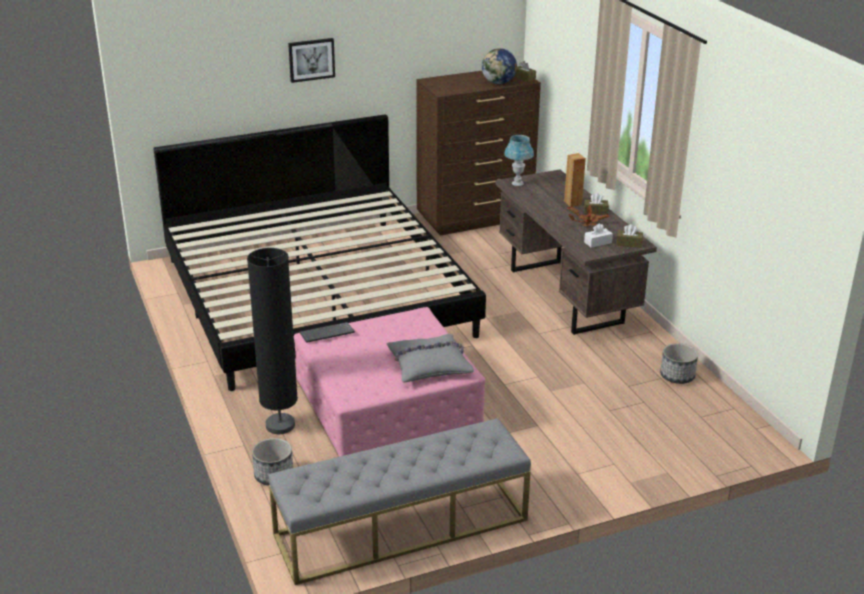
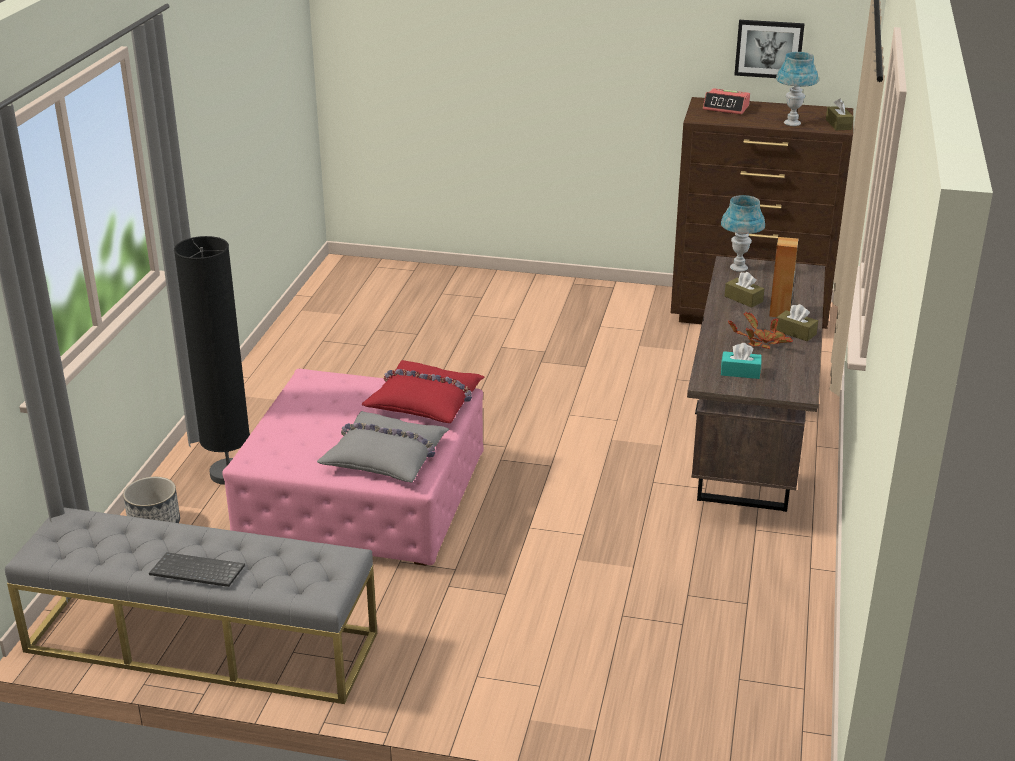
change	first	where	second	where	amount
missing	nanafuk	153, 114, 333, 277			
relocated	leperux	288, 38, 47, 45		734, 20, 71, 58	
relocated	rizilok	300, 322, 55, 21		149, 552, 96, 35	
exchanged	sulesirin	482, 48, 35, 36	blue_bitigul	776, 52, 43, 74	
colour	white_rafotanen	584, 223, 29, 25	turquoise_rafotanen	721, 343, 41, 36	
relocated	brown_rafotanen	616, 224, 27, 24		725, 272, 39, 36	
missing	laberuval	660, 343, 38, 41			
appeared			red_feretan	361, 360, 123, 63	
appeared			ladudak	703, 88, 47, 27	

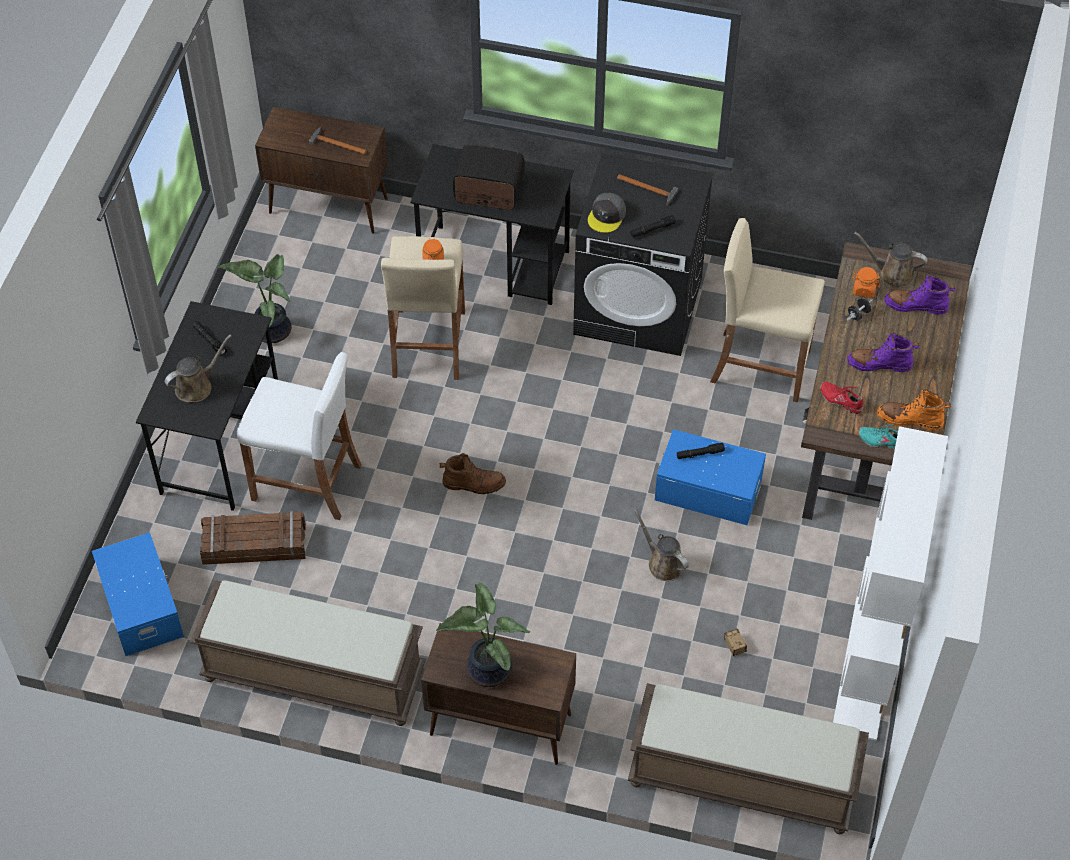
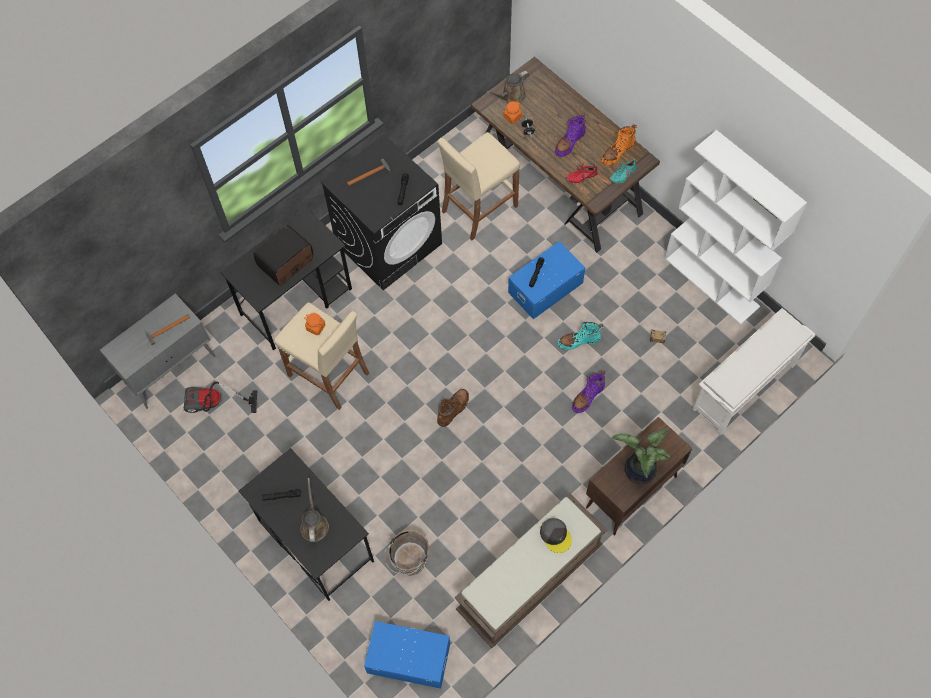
change	first	where	second	where	amount
exchanged	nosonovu	200, 511, 106, 54	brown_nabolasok	385, 530, 44, 45	
missing	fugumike	218, 254, 74, 89			
missing	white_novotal	236, 352, 126, 168			
colour	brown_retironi	255, 107, 133, 127	grey_retironi	100, 293, 115, 116	
relocated	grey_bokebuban	588, 193, 38, 40		540, 518, 32, 35	
exchanged	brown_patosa	628, 683, 241, 151	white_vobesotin	693, 308, 123, 127	
exchanged	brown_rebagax	633, 508, 56, 73	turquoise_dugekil	558, 322, 46, 28	
relocated	purple_dugekil	884, 274, 71, 41		572, 370, 34, 43	
appeared			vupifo	184, 381, 74, 32	

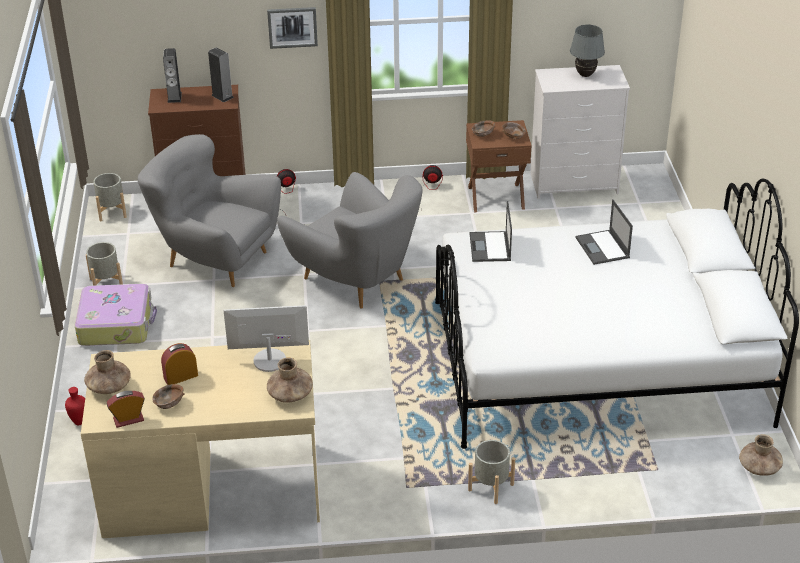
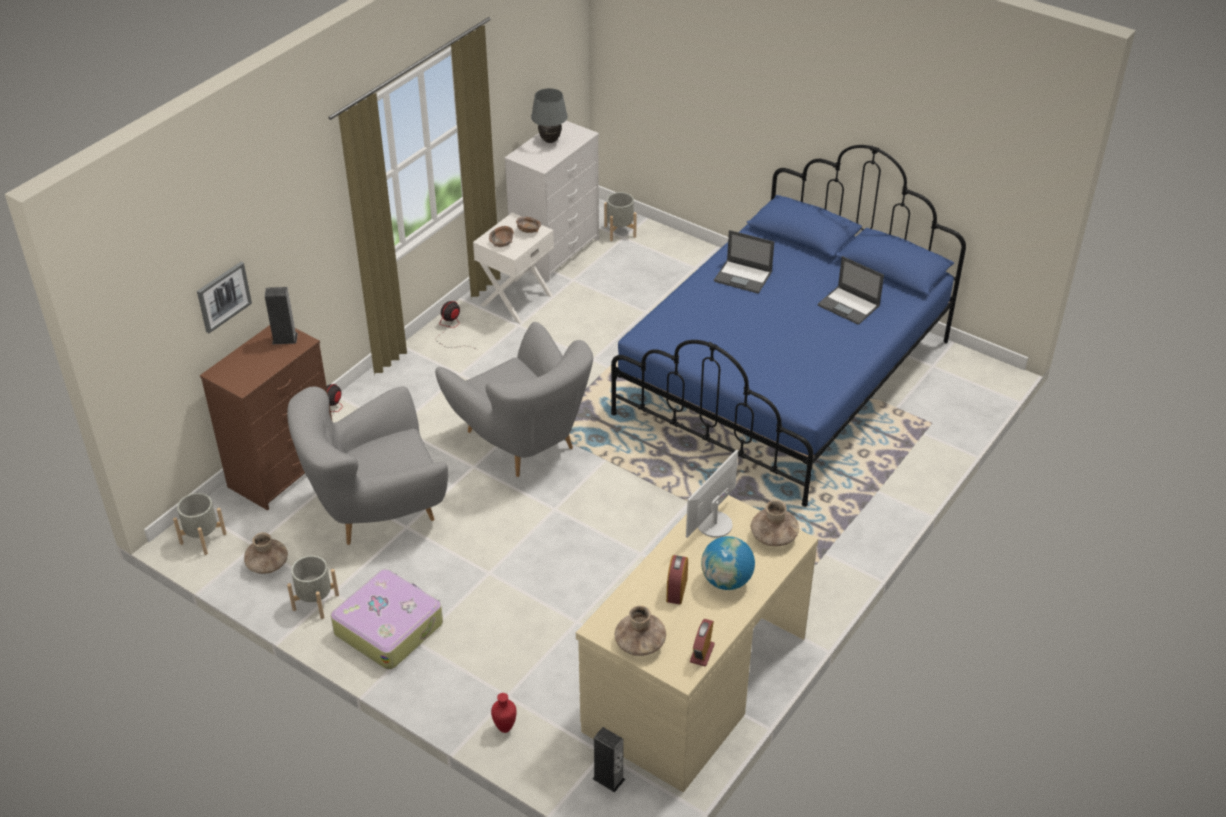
change	first	where	second	where	amount
missing	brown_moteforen	152, 384, 32, 25			
relocated	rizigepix	163, 48, 19, 55		592, 727, 33, 65	
relocated	leperux	267, 7, 51, 42		197, 262, 55, 71	
spun	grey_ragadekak	277, 172, 146, 137		435, 322, 158, 155	60 degrees clockwise
colour	white_nanafuk	435, 179, 364, 270	blue_nanafuk	611, 145, 355, 362	
colour	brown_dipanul	466, 120, 66, 93	white_dipanul	473, 213, 81, 110	
relocated	grey_laberuval	468, 440, 47, 64		604, 192, 33, 49	
relocated	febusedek	470, 201, 42, 61		818, 256, 66, 69	
relocated	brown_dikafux	739, 434, 44, 42		244, 532, 44, 42	
appeared			sulesirin	701, 536, 54, 54	

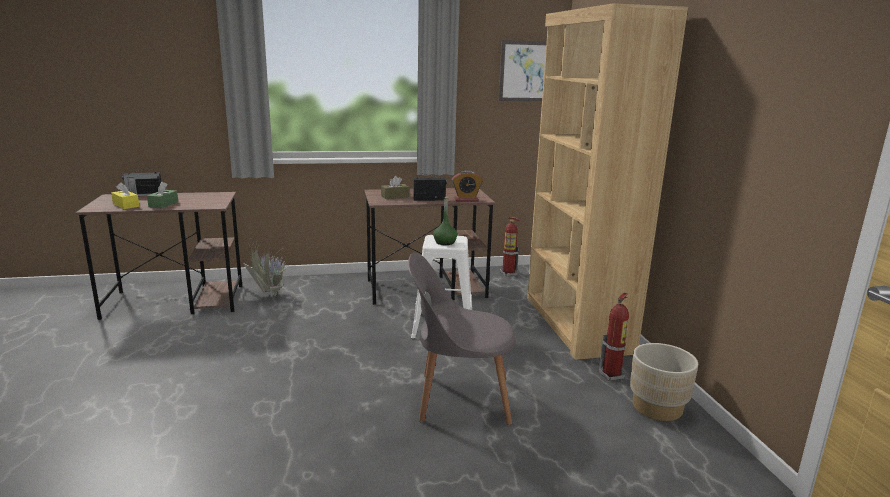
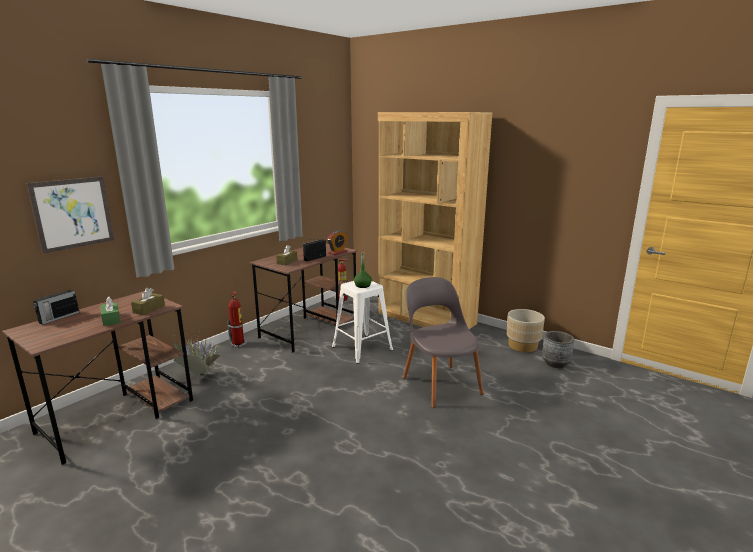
change	first	where	second	where	amount
missing	yellow_rafotanen	111, 182, 28, 27			
spun	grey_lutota	408, 252, 108, 173		403, 277, 81, 131	105 degrees clockwise
relocated	leperux	498, 40, 49, 61		26, 176, 88, 78	
relocated	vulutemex	599, 293, 30, 88		227, 291, 20, 57	
appeared			brown_rafotanen	131, 288, 34, 27	
appeared			grey_laberuval	542, 331, 32, 37	

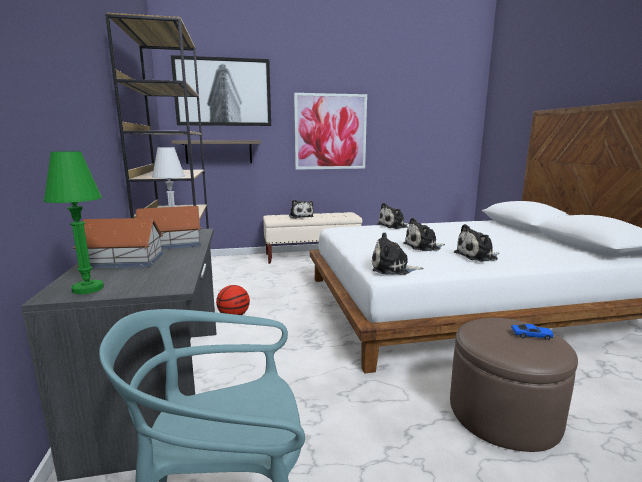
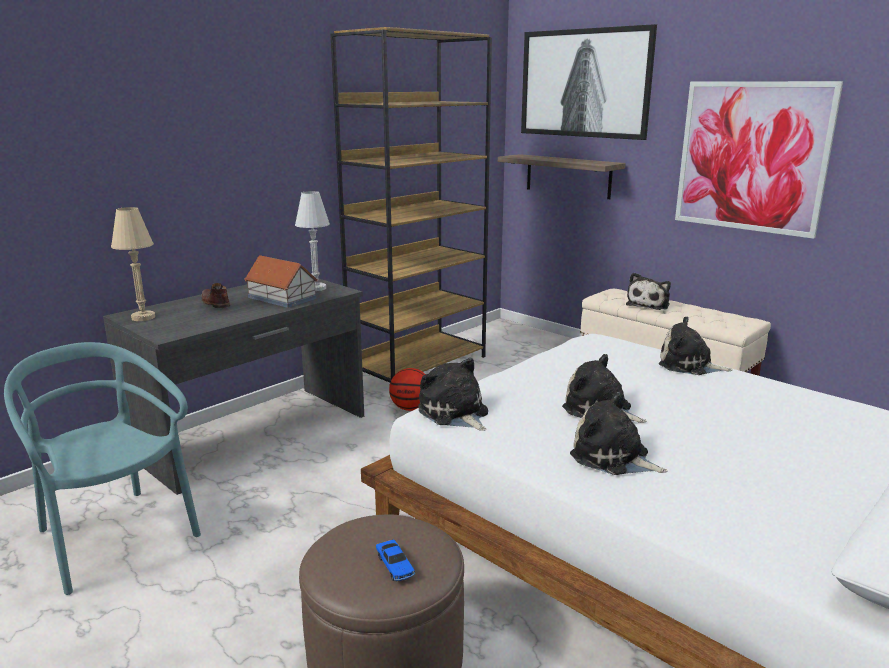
change	first	where	second	where	amount
colour	green_bitigul	43, 151, 61, 143	beige_bitigul	111, 207, 44, 114	
exchanged	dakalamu	73, 218, 90, 51	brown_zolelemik	201, 283, 29, 25	

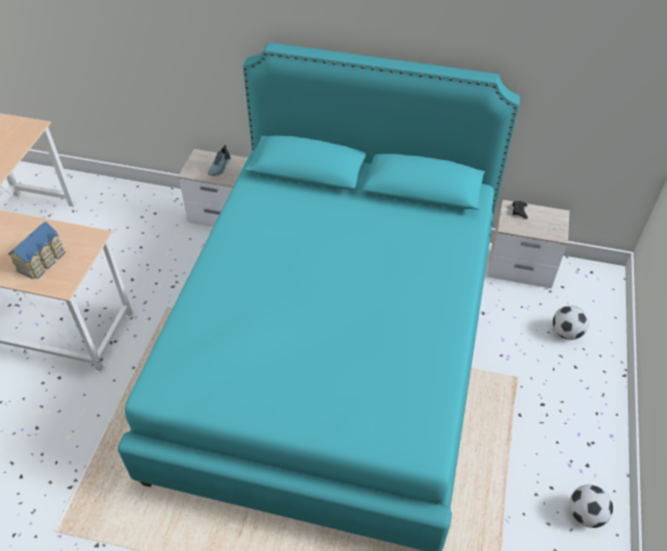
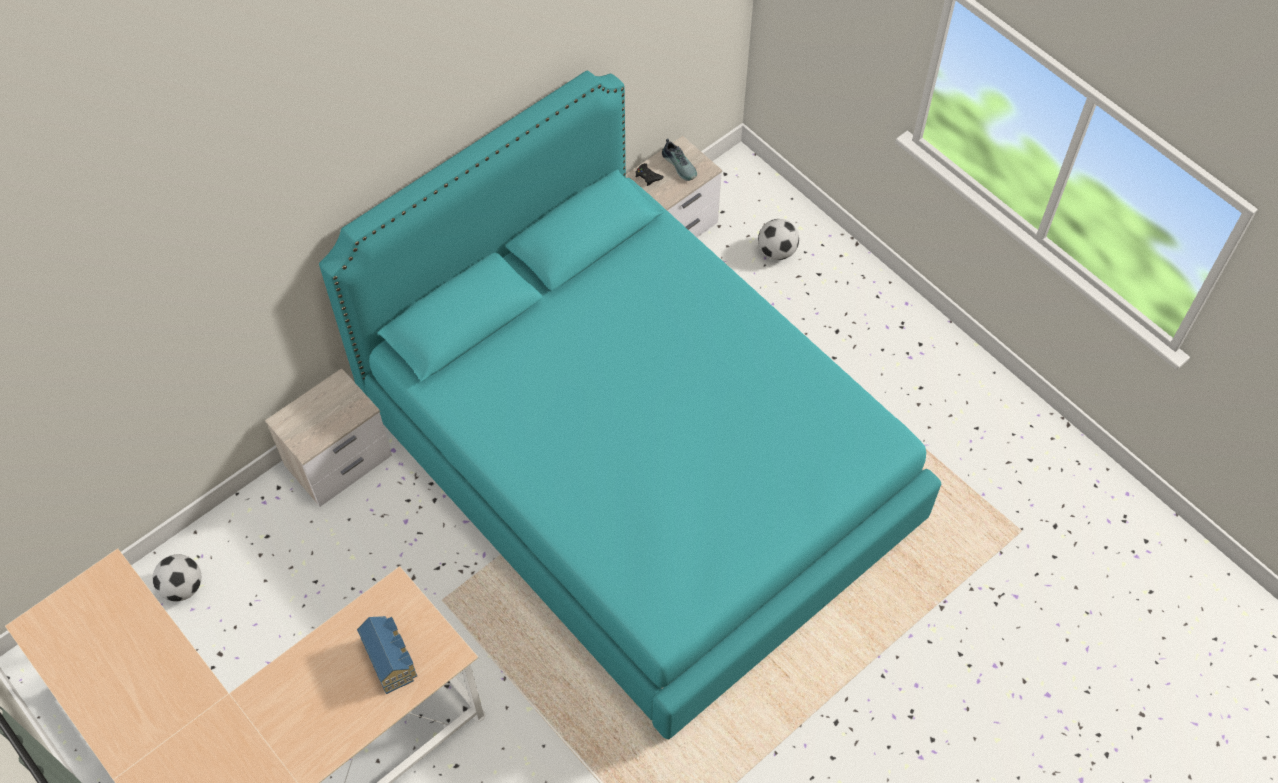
change	first	where	second	where	amount
relocated	zolelemik	208, 145, 22, 31		662, 139, 35, 42	
relocated	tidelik	569, 485, 44, 43		153, 554, 48, 47	

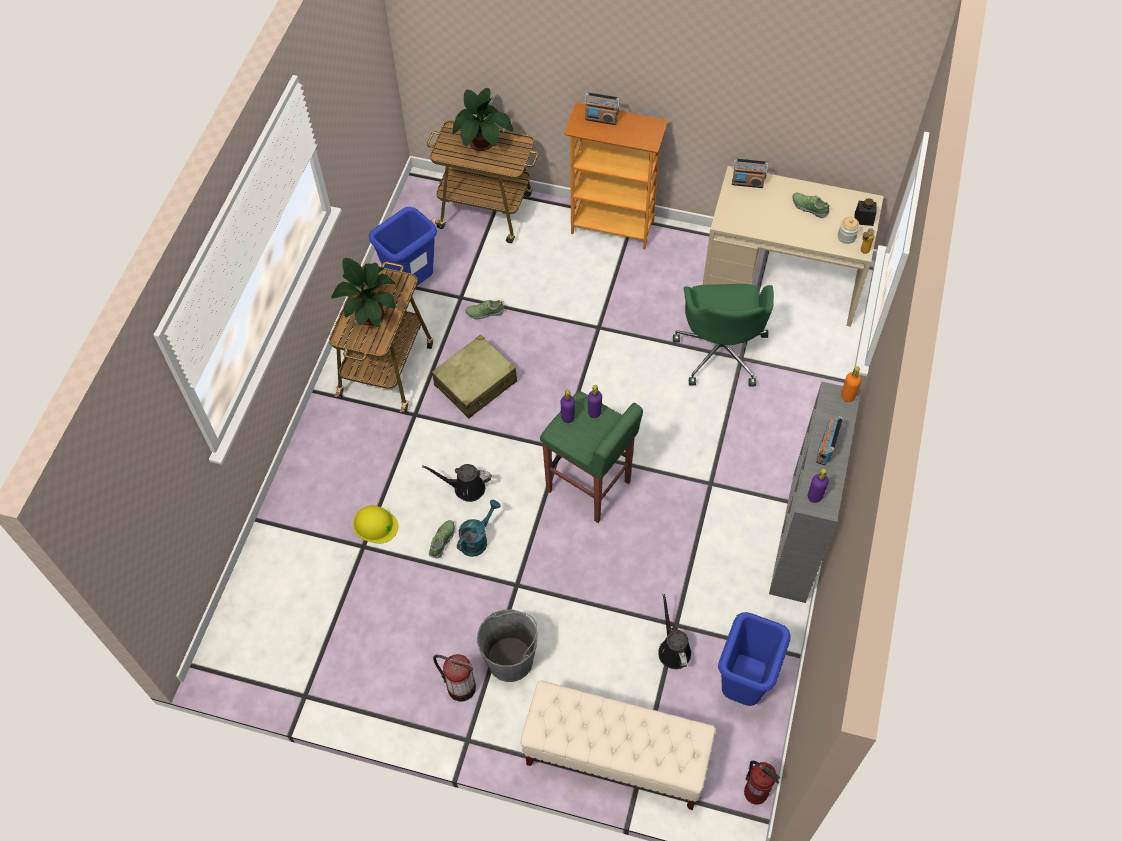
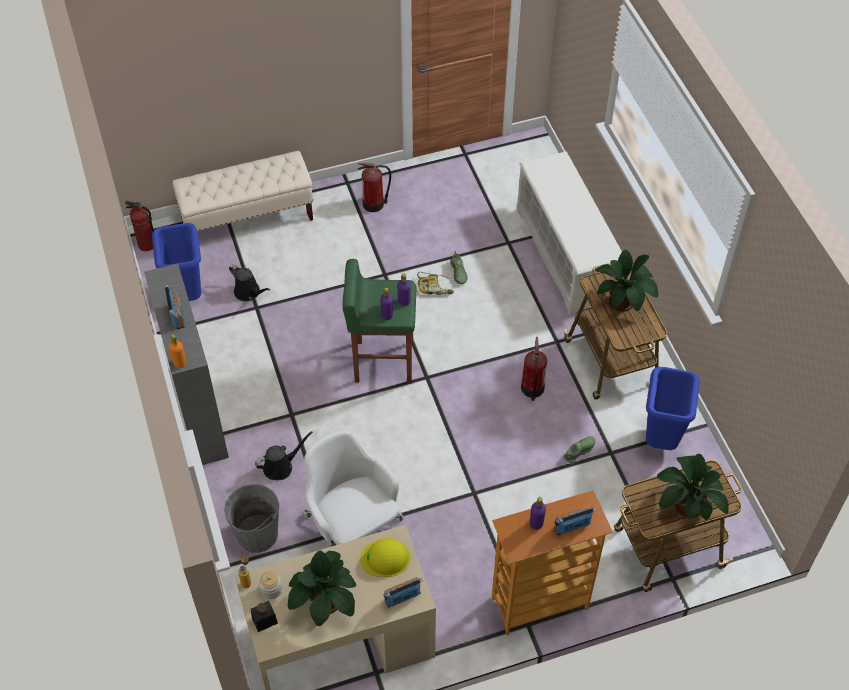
change	first	where	second	where	amount
relocated	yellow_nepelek	353, 505, 45, 39		360, 538, 50, 39	
relocated	black_rebagax	422, 464, 70, 38		255, 431, 58, 49	
exchanged	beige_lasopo	432, 335, 85, 84	vulutemex	521, 337, 26, 64	
exchanged	turquoise_rebagax	457, 500, 44, 57	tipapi	417, 272, 37, 23	
relocated	grey_nabolasok	477, 609, 61, 73		224, 484, 55, 69	
colour	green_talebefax	673, 284, 101, 103	white_talebefax	302, 431, 102, 116	
exchanged	zolelemik	793, 193, 37, 25	fugumike	288, 551, 68, 75	
relocated	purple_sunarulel	808, 469, 21, 34		530, 497, 16, 33	
appeared			white_vobesotin	517, 151, 105, 165	

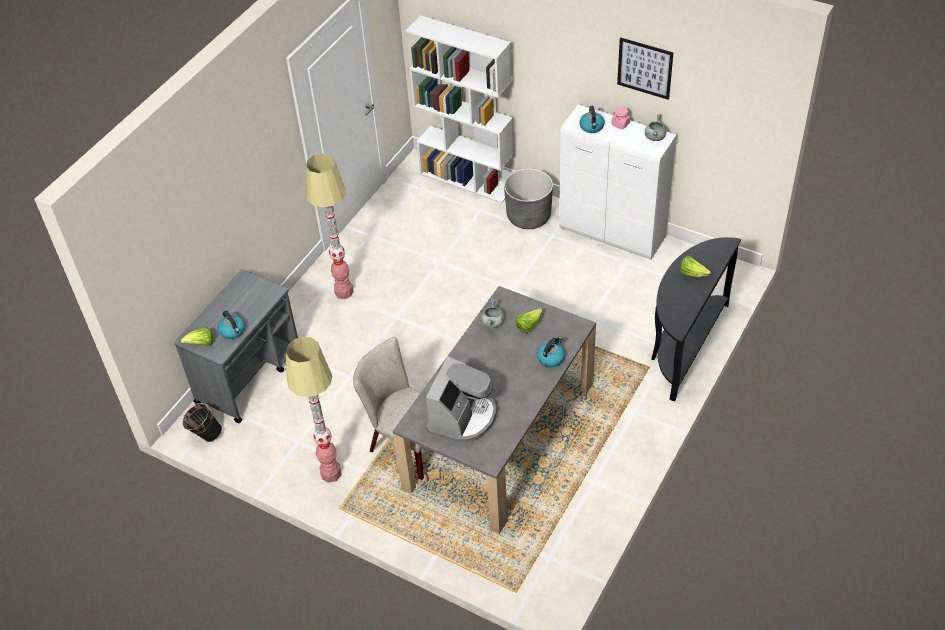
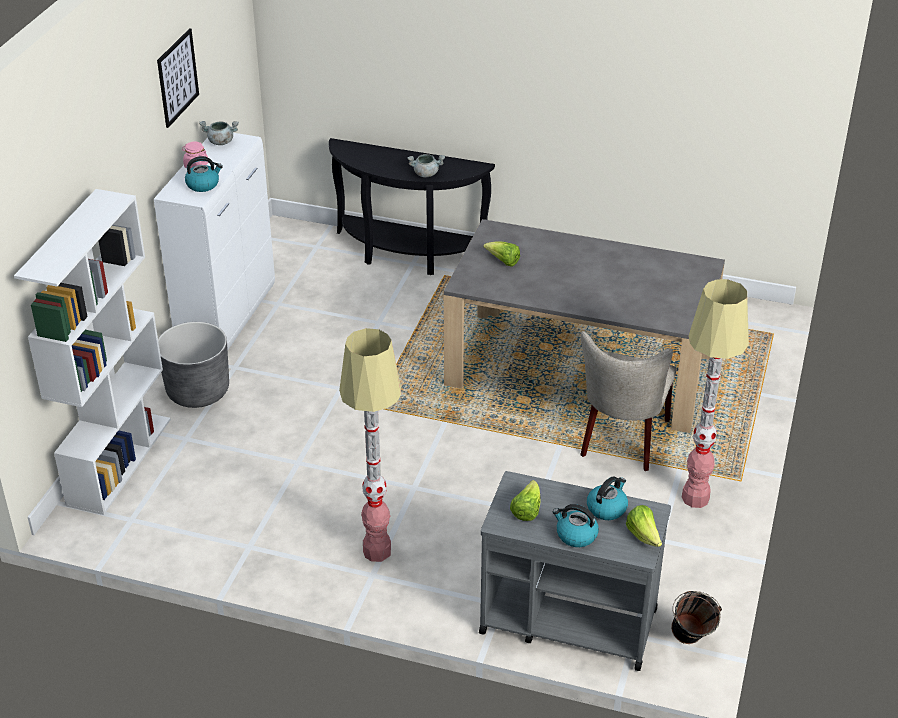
change	first	where	second	where	amount
missing	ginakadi	426, 356, 71, 87			
relocated	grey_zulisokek	481, 299, 23, 29		408, 154, 37, 23	
relocated	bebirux	537, 337, 28, 30		553, 504, 46, 43	
relocated	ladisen	680, 256, 31, 21		510, 480, 31, 41	

